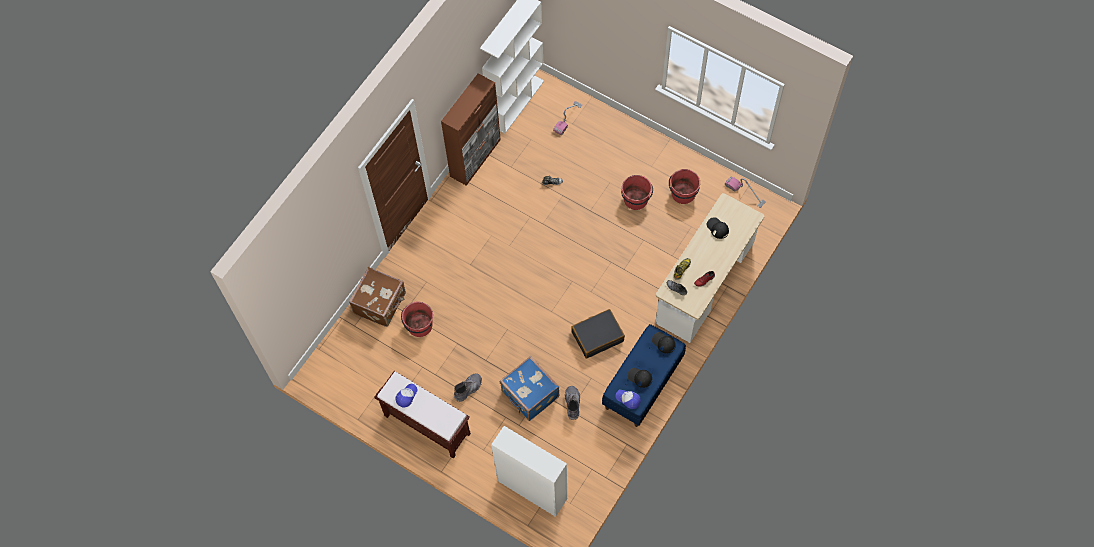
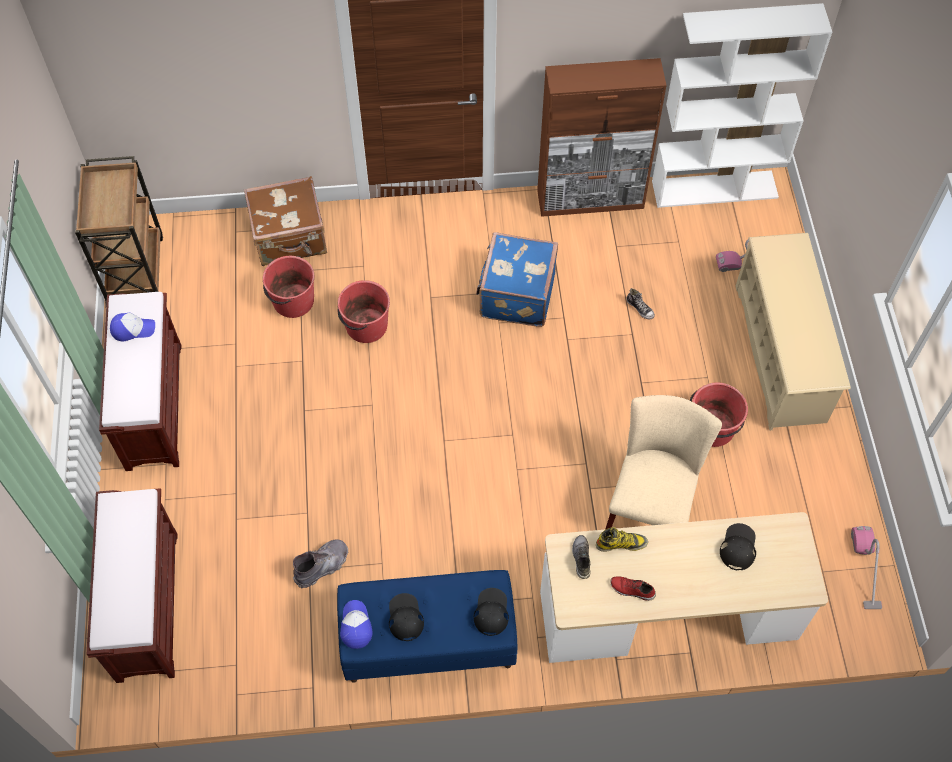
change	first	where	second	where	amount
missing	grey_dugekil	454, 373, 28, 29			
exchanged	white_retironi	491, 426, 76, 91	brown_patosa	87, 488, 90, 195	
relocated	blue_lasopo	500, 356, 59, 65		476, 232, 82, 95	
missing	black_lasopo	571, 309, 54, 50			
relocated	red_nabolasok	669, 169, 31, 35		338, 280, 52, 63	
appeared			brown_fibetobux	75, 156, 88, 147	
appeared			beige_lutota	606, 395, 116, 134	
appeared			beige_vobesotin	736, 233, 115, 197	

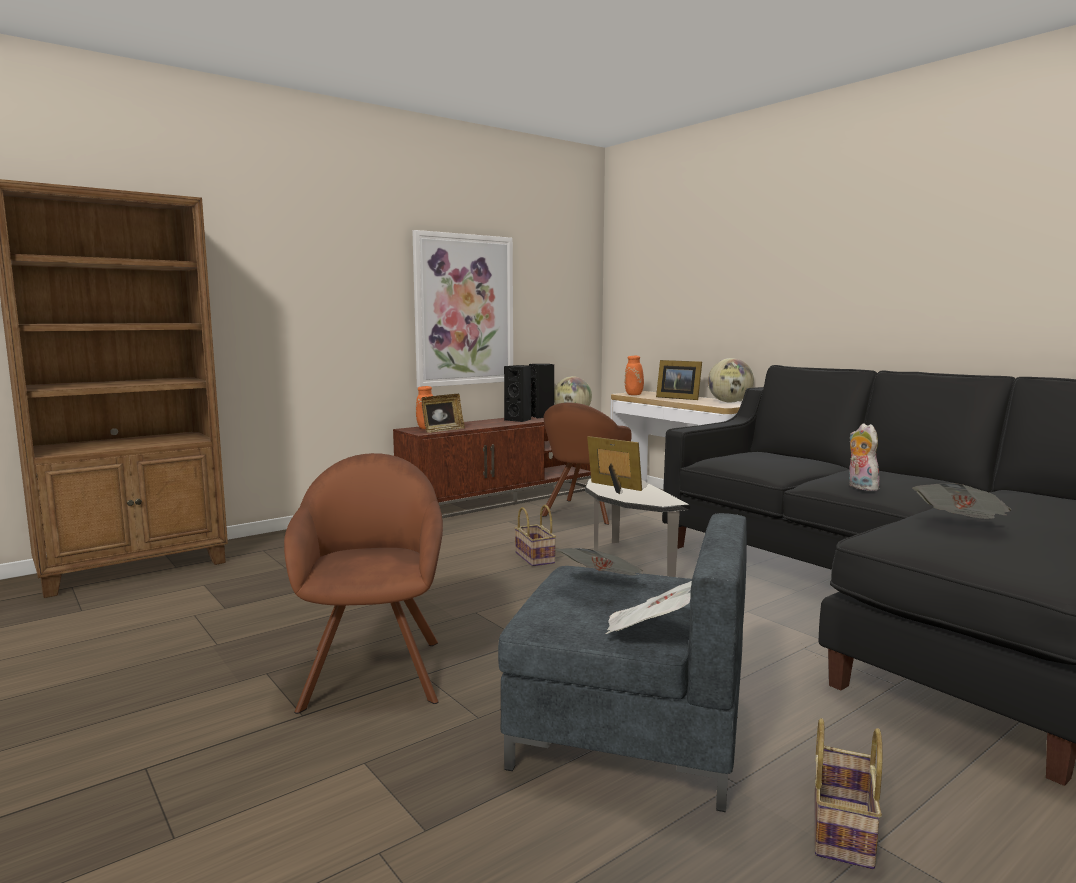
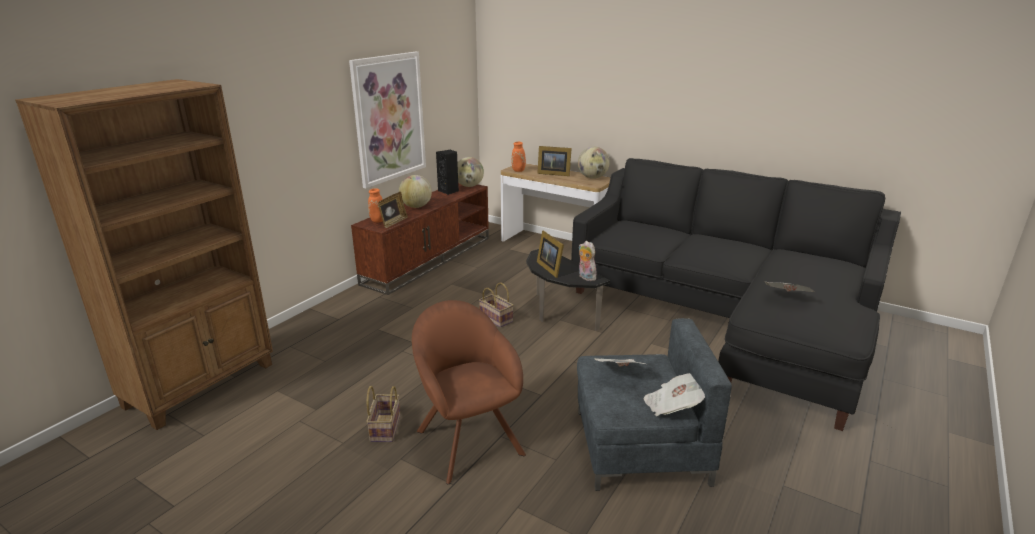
change	first	where	second	where	amount
missing	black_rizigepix	504, 365, 27, 57			
missing	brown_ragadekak	542, 403, 90, 122			
spun	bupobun	587, 436, 55, 58		537, 231, 27, 47	135 degrees counterclockwise
relocated	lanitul	814, 718, 68, 151		366, 386, 34, 56	
relocated	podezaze	848, 423, 32, 68		578, 241, 18, 40	
appeared			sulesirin	399, 175, 33, 33	

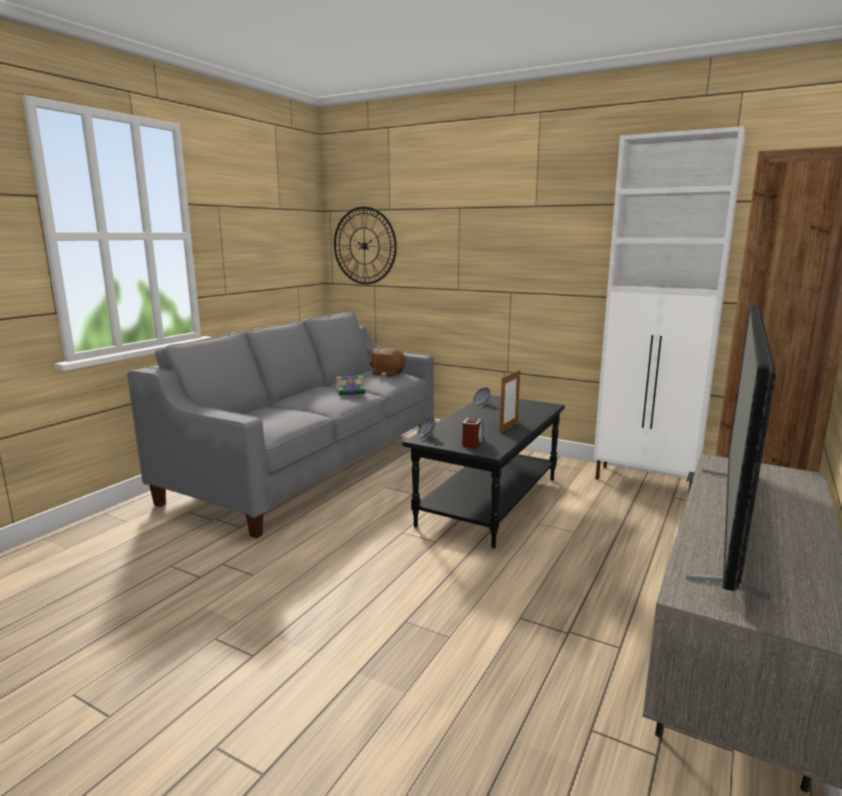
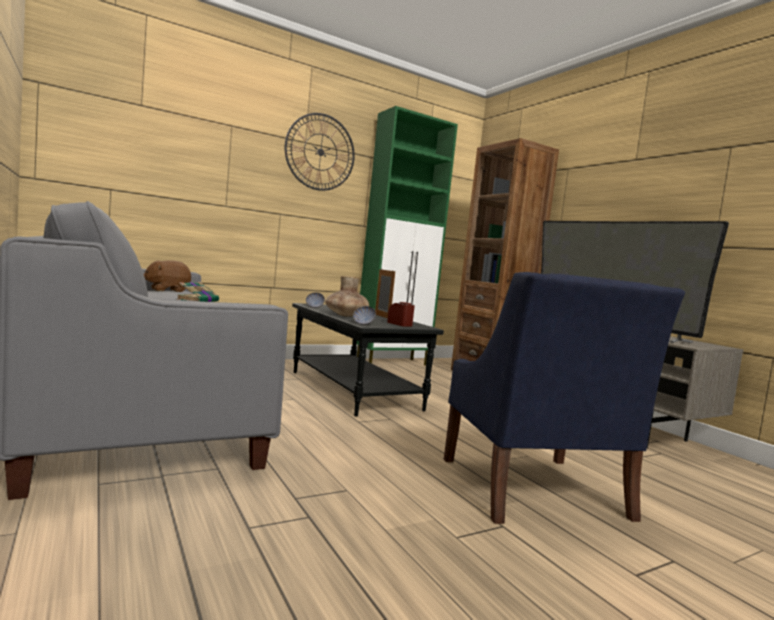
change	first	where	second	where	amount
relocated	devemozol	334, 207, 63, 77		285, 113, 70, 78	
colour	white_retironi	593, 126, 152, 368	green_retironi	357, 106, 101, 259	
appeared			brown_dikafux	325, 276, 44, 41	
appeared			blue_ragadekak	444, 272, 241, 252	

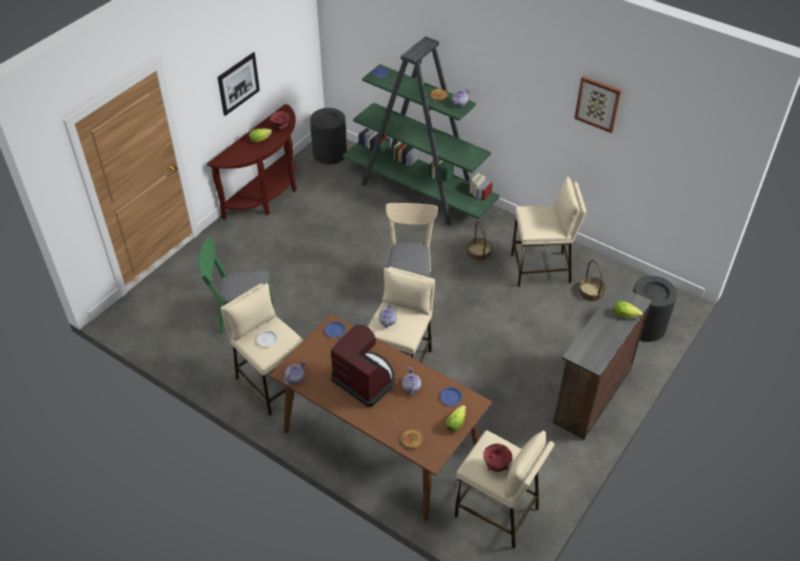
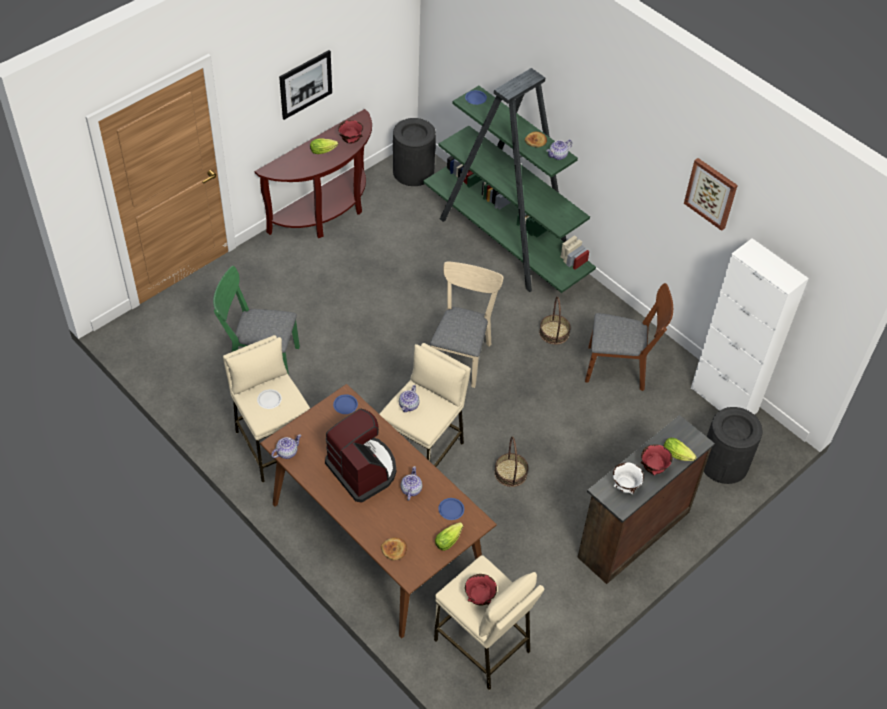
change	first	where	second	where	amount
exchanged	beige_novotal	511, 176, 75, 111	brown_lutota	585, 283, 88, 108	
relocated	lanitul	578, 260, 28, 42		495, 436, 33, 51	
appeared			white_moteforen	613, 462, 31, 32	
appeared			red_moteforen	641, 444, 31, 31	
appeared			white_retironi	691, 238, 118, 177	

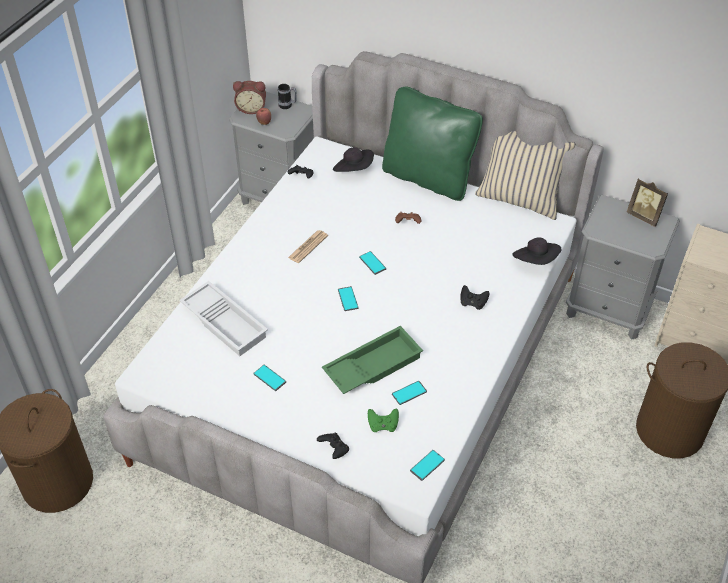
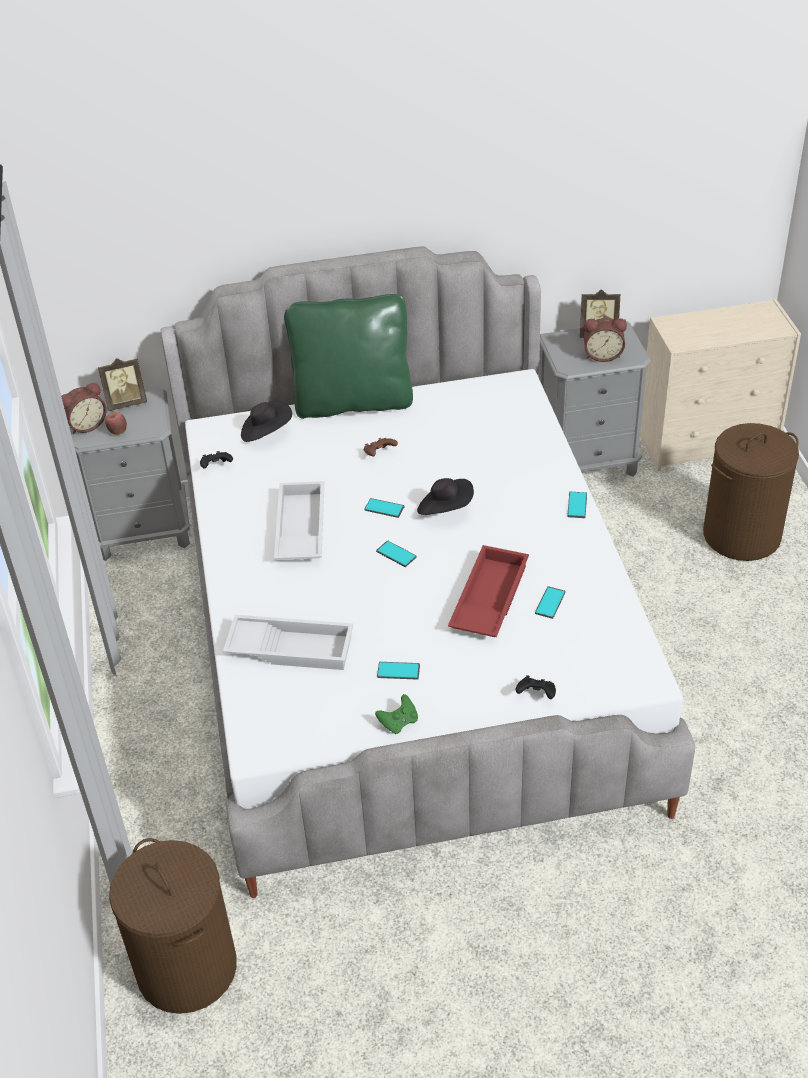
change	first	where	second	where	amount
exchanged	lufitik	278, 84, 19, 25	bupobun	98, 358, 49, 53	
exchanged	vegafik	288, 230, 40, 33	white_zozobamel	274, 481, 50, 79	
colour	green_zozobamel	322, 326, 101, 68	red_zozobamel	448, 545, 81, 92	
relocated	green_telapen	368, 409, 31, 23		375, 694, 43, 40	
relocated	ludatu	410, 450, 35, 31		567, 492, 20, 26	
missing	black_telapen	460, 285, 30, 25			
missing	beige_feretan	475, 131, 101, 89			
relocated	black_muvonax	512, 237, 49, 28		417, 478, 57, 37	
appeared			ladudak	584, 318, 43, 44	

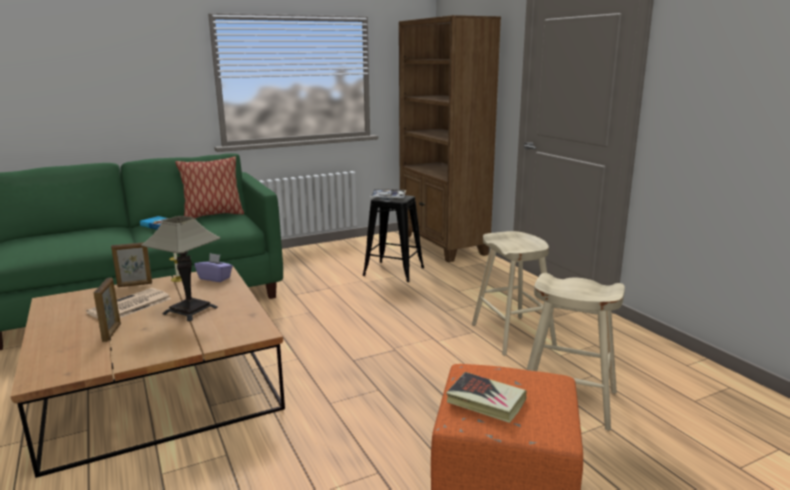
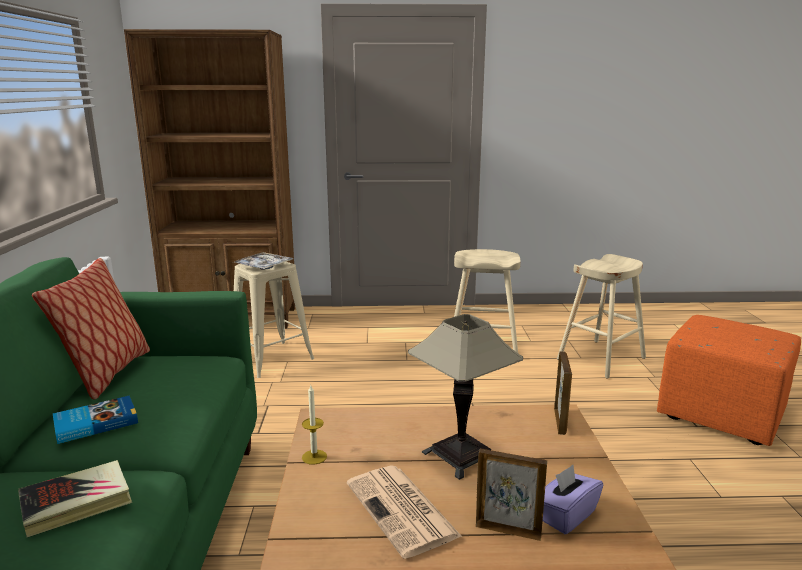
change	first	where	second	where	amount
relocated	bupobun	111, 242, 41, 45		554, 351, 18, 84	
relocated	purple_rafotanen	195, 253, 38, 29		543, 465, 60, 69	
colour	black_novotal	362, 195, 62, 87	beige_novotal	234, 262, 80, 116	
relocated	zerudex	446, 372, 81, 51		18, 460, 114, 77	

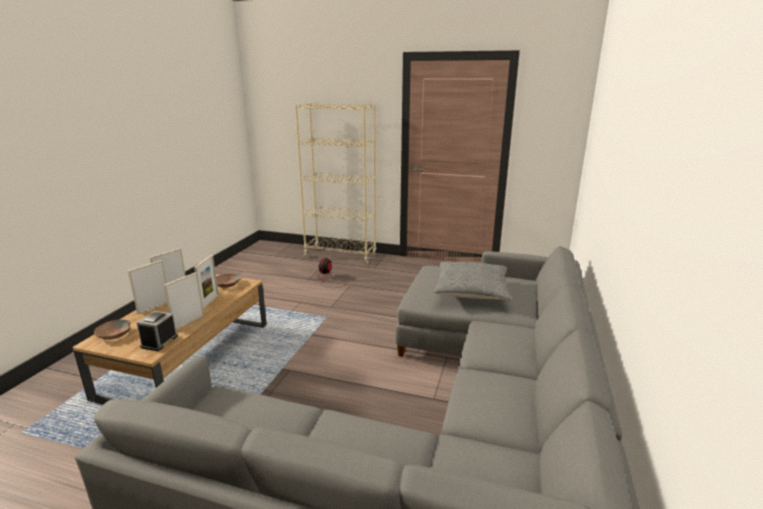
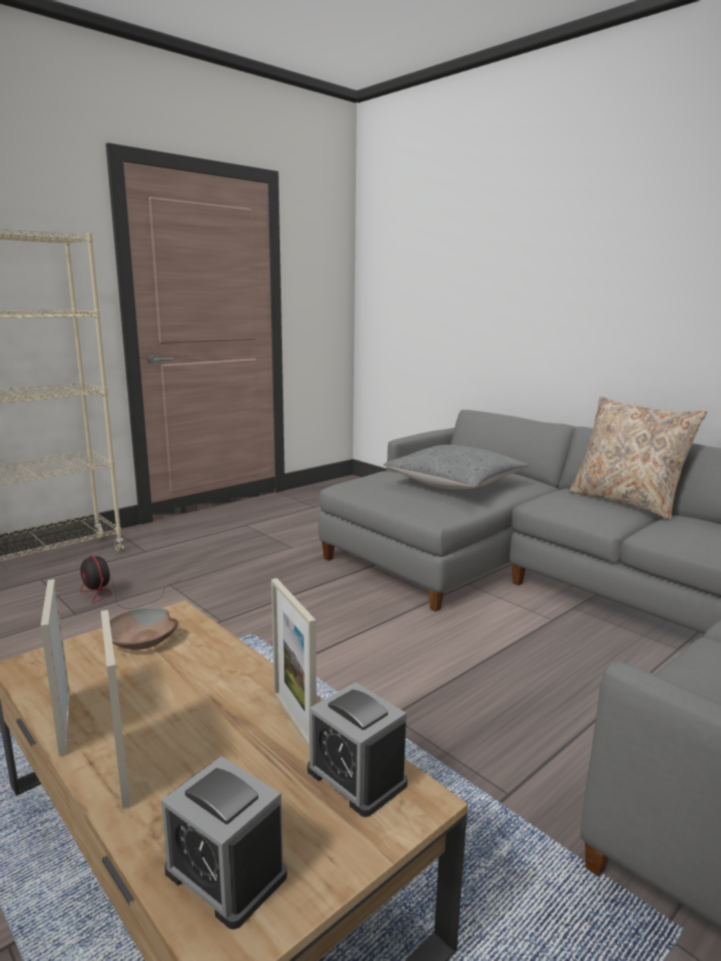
change	first	where	second	where	amount
exchanged	brown_moteforen	94, 320, 37, 20	ladudak	161, 756, 126, 173	
missing	bupobun	194, 255, 25, 54			
appeared			beige_feretan	568, 397, 139, 123	

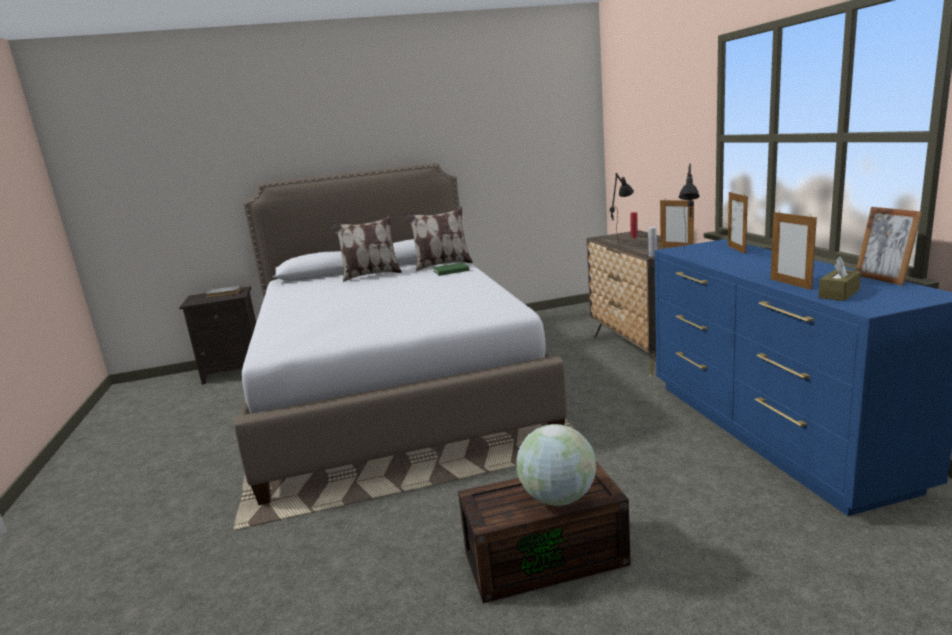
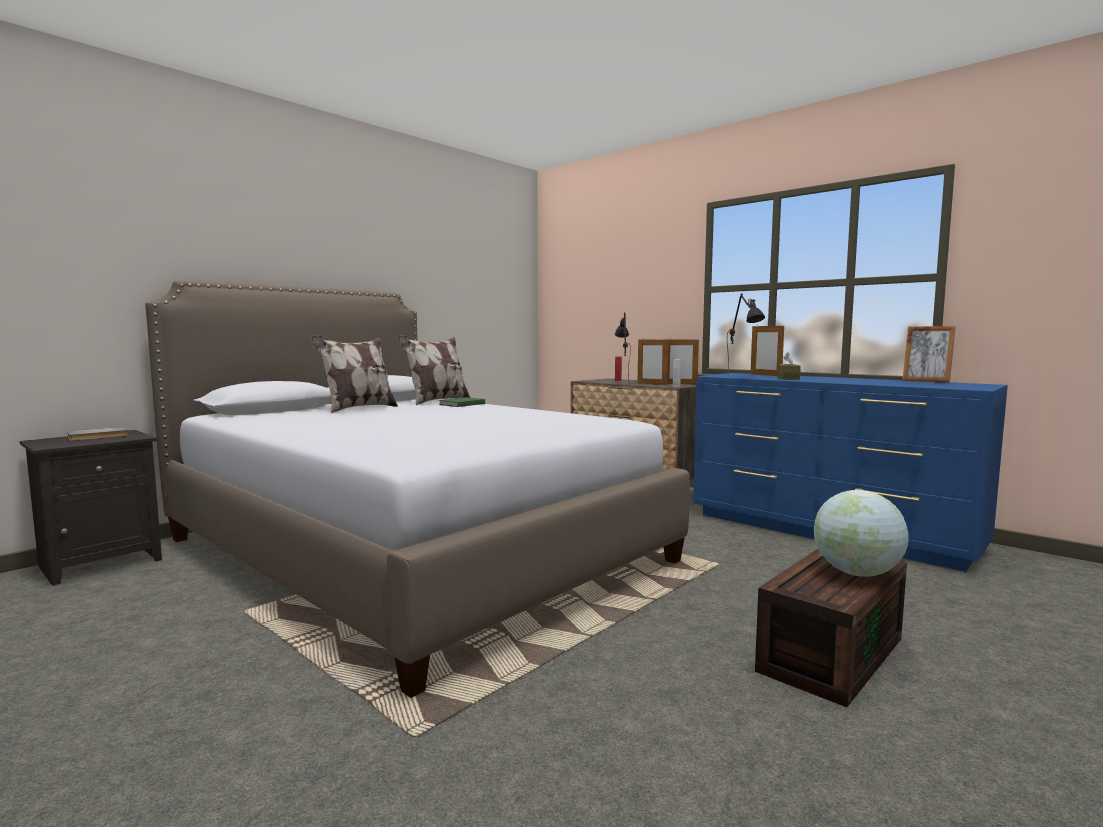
change	first	where	second	where	amount
relocated	bupobun	771, 210, 46, 80		638, 338, 30, 47	
relocated	brown_rafotanen	818, 257, 43, 44		778, 352, 23, 28	

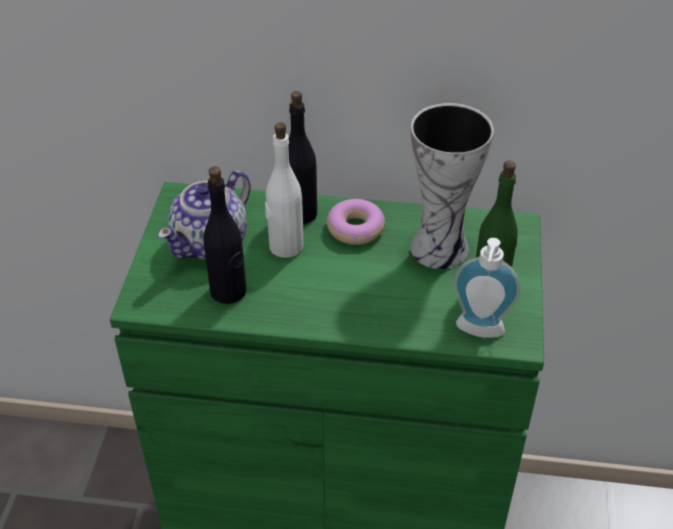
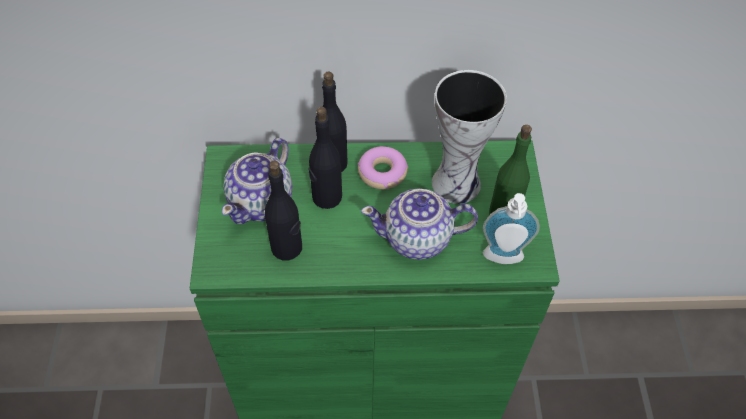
change	first	where	second	where	amount
colour	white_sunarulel	265, 122, 39, 136	black_sunarulel	308, 107, 34, 102	
appeared			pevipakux	361, 188, 117, 72	

